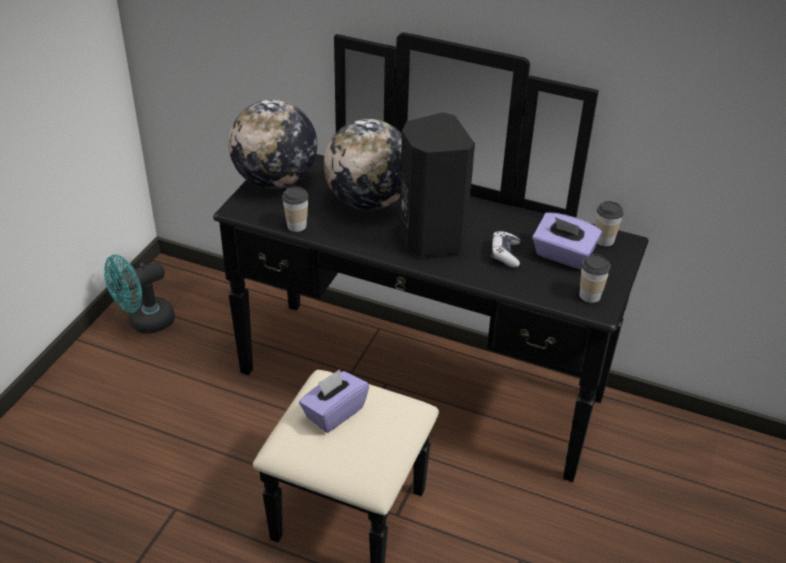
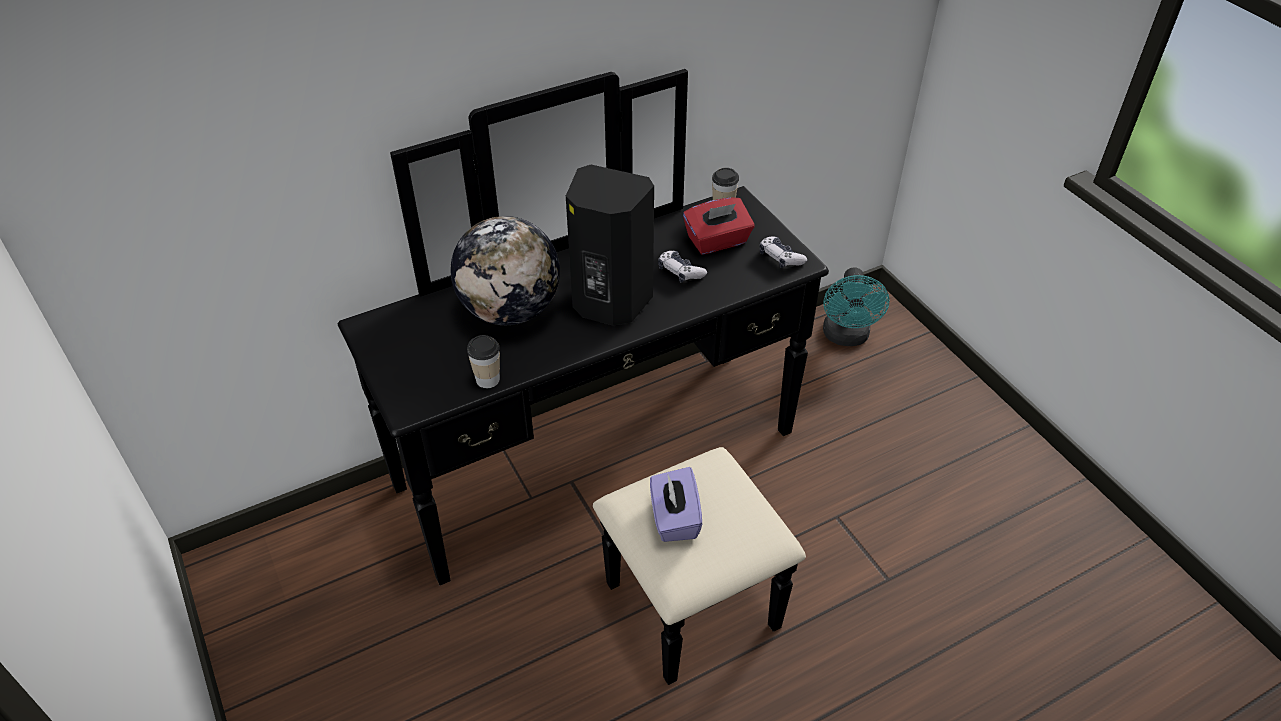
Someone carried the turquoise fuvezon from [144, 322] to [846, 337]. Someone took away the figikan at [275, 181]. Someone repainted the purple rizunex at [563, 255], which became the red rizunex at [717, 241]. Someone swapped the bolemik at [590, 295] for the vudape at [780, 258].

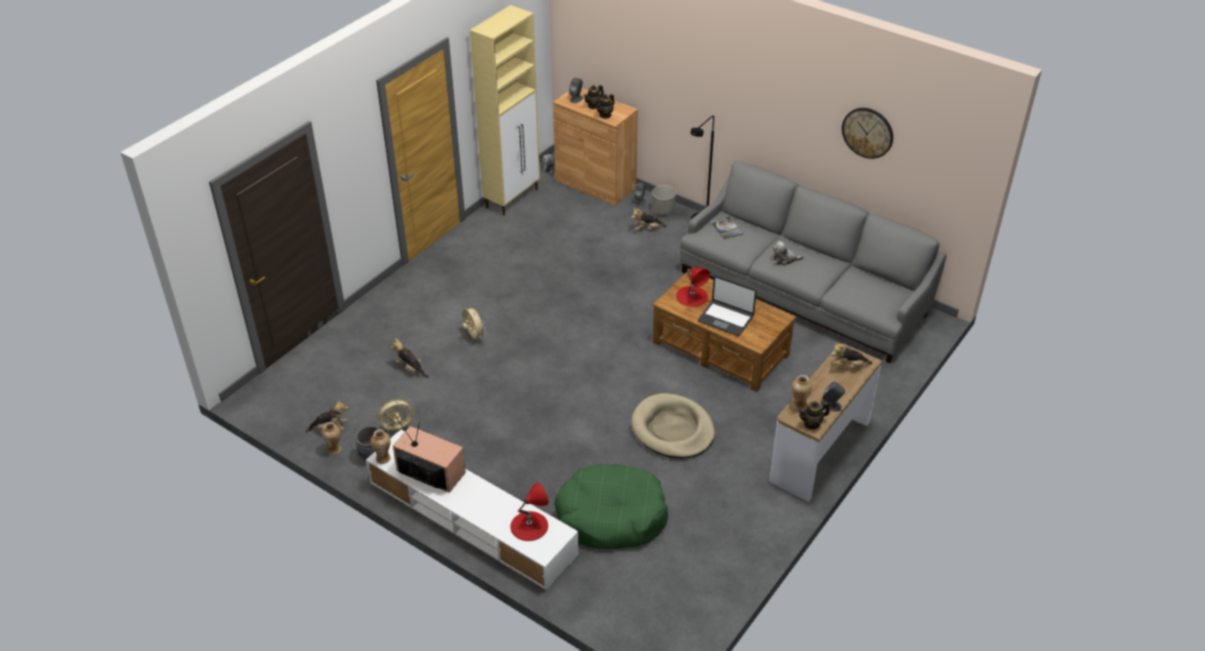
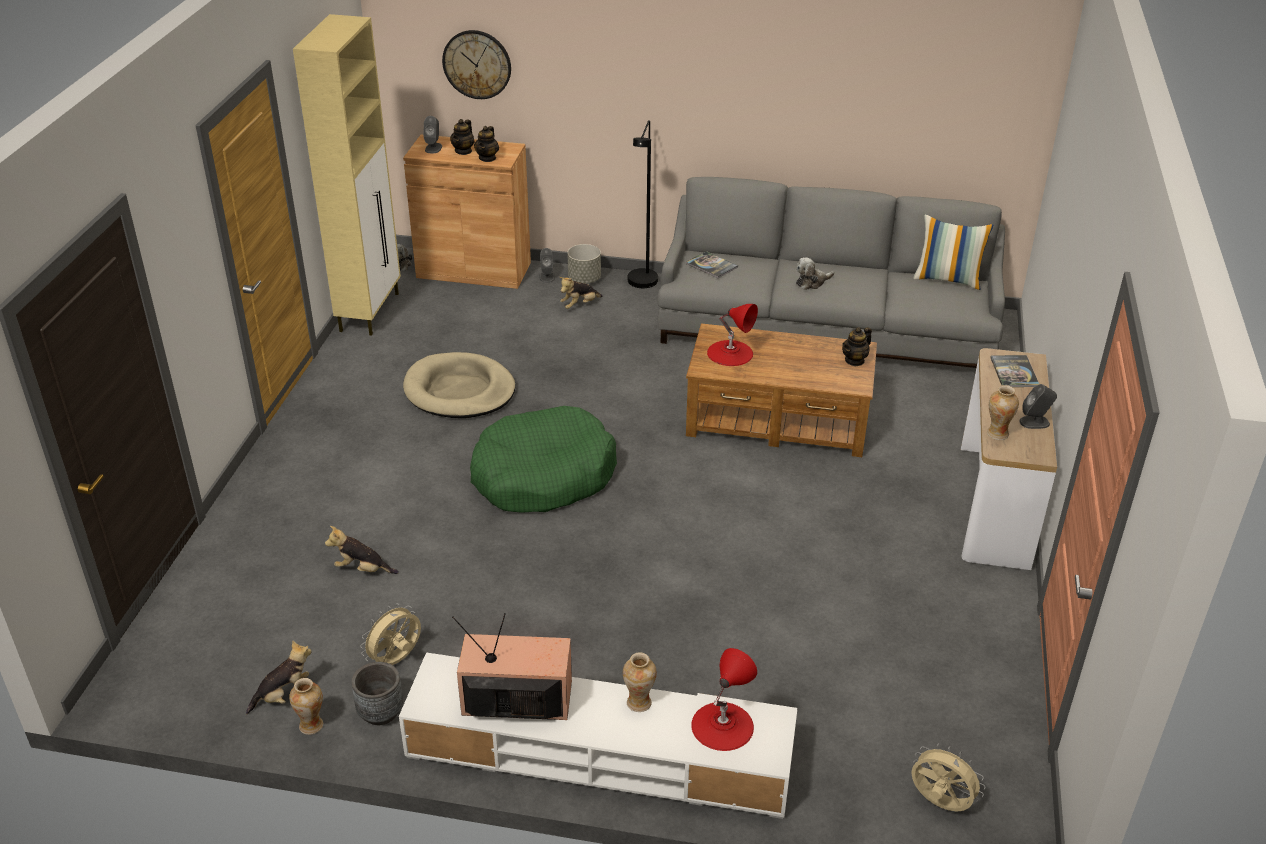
Someone carried the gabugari from [383, 458] to [639, 702]. Someone carried the beige fuvezon from [474, 336] to [939, 804]. Someone carried the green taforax from [611, 516] to [543, 476]. Someone carried the beige taforax from [672, 429] to [459, 391]. Someone took away the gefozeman at [726, 318]. Someone carried the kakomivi from [812, 423] to [854, 360]. Someone swapped the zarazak at [848, 367] for the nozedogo at [1014, 372]. Someone carried the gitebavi from [867, 132] to [477, 64]. Someone put down the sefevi at [948, 279].

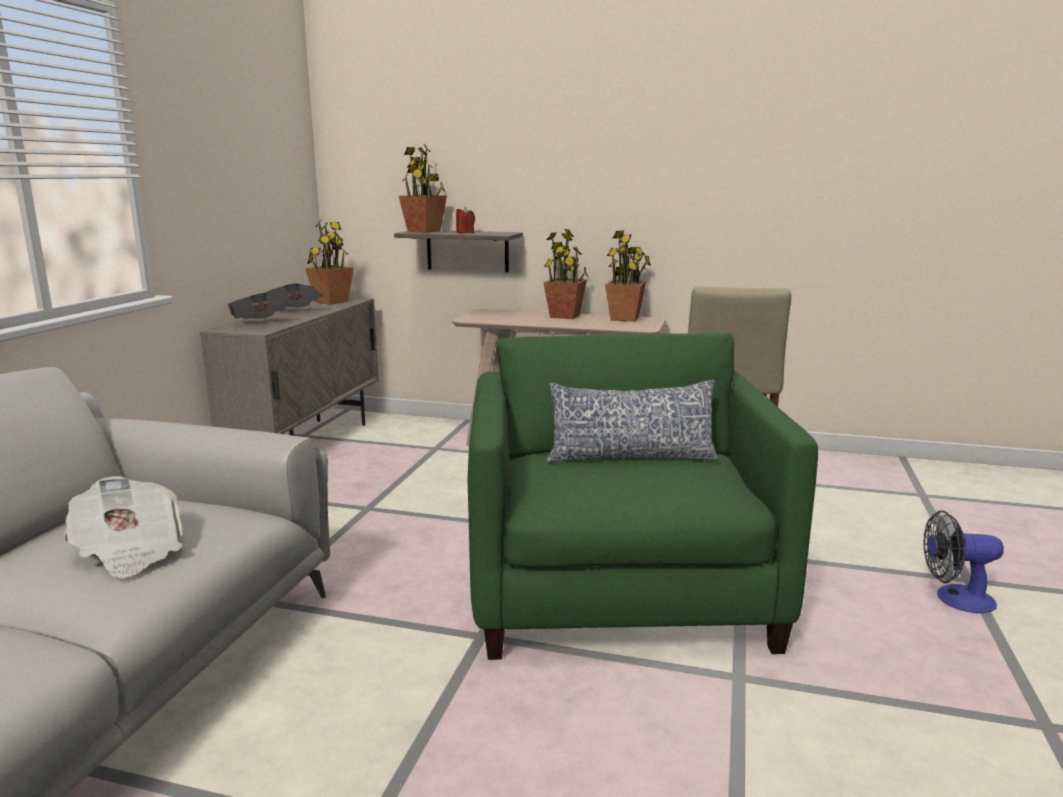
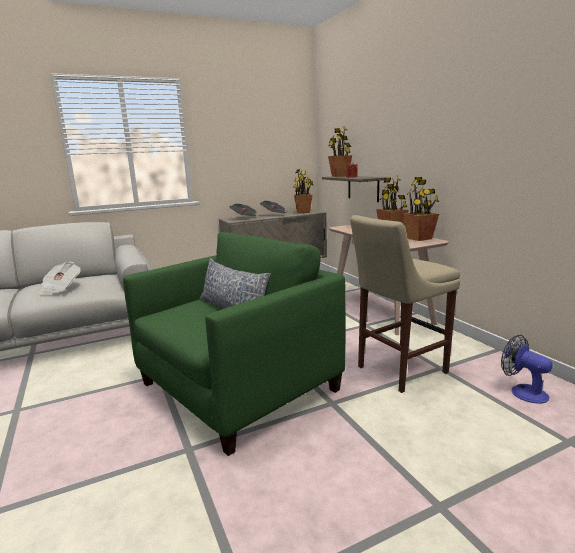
Someone carried the fuvezon from [955, 599] to [523, 391].

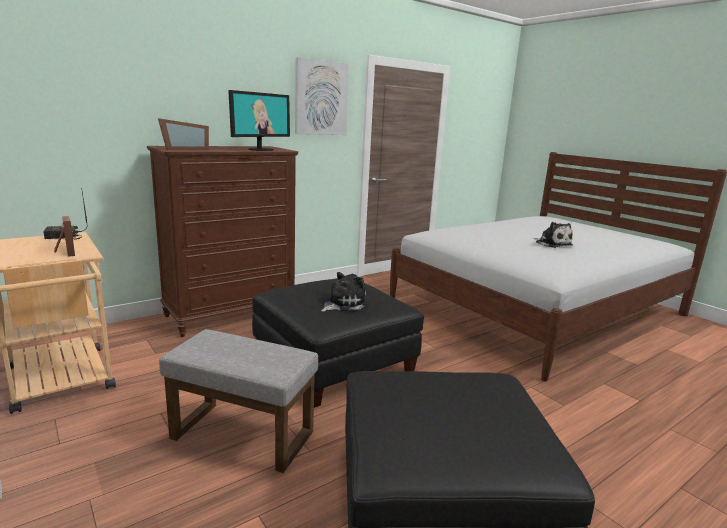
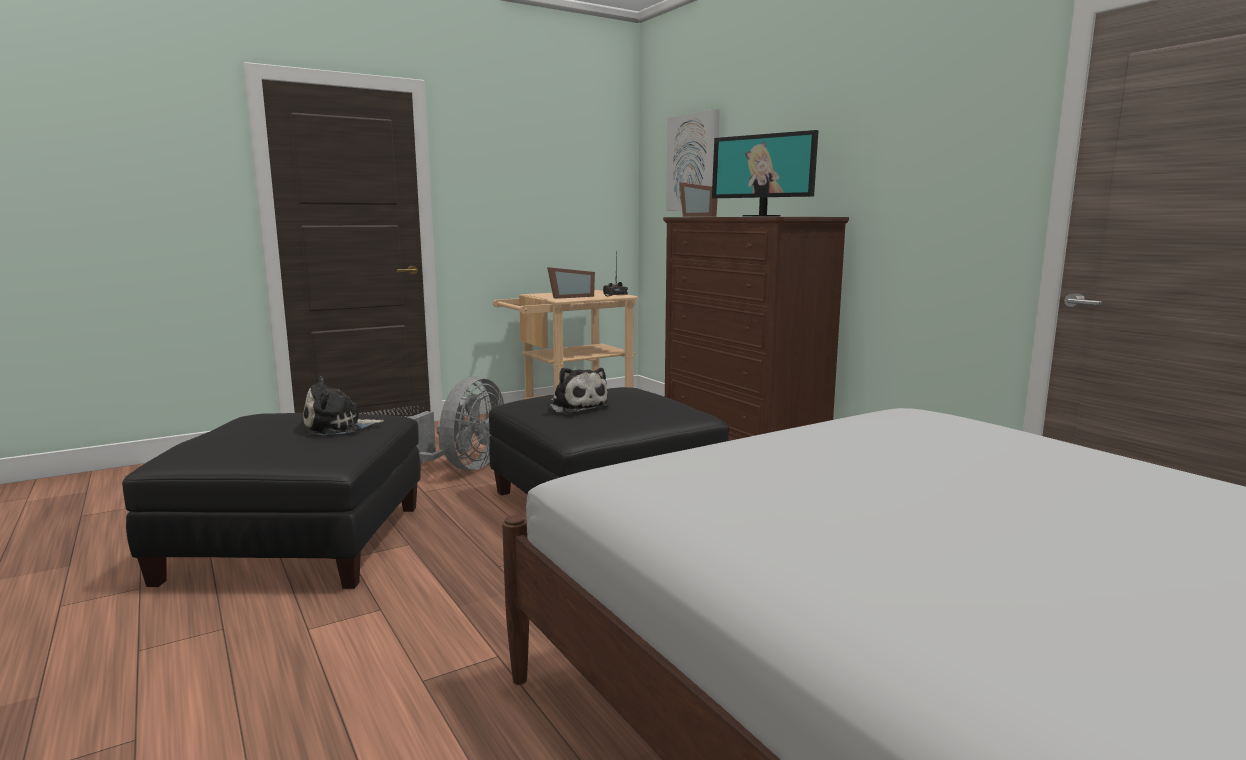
Someone swapped the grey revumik at [240, 435] for the grey fuvezon at [463, 467]. Someone carried the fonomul from [321, 98] to [693, 162]. Someone carried the zarazak from [552, 244] to [338, 427].

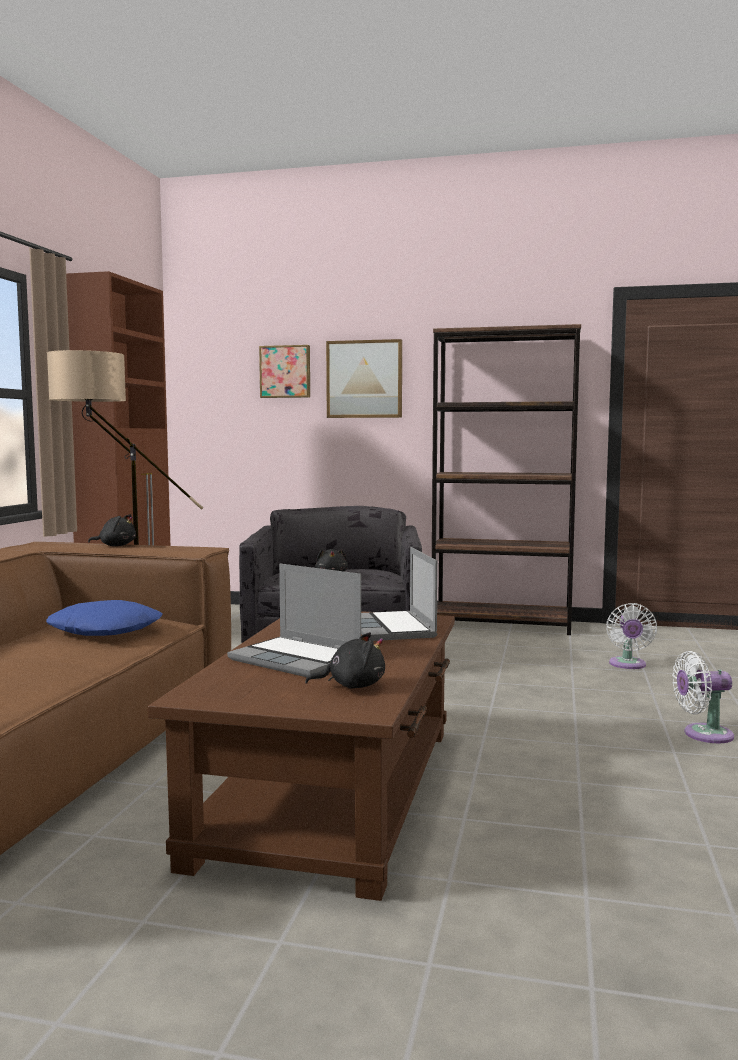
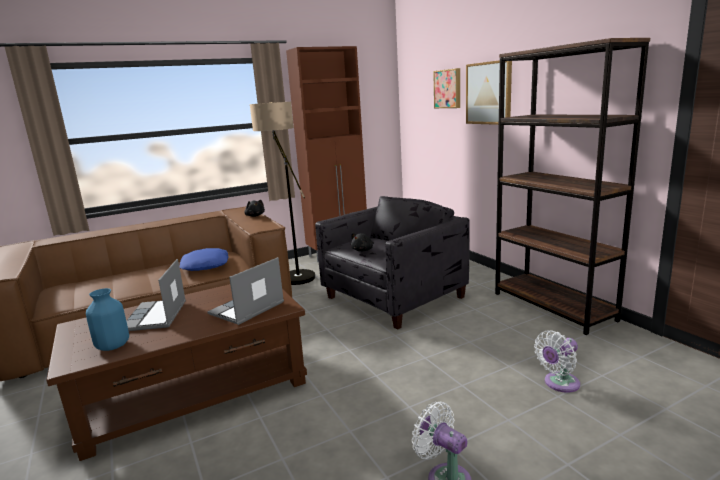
Someone swapped the black zarazak at [352, 686] for the blue gabugari at [113, 345].

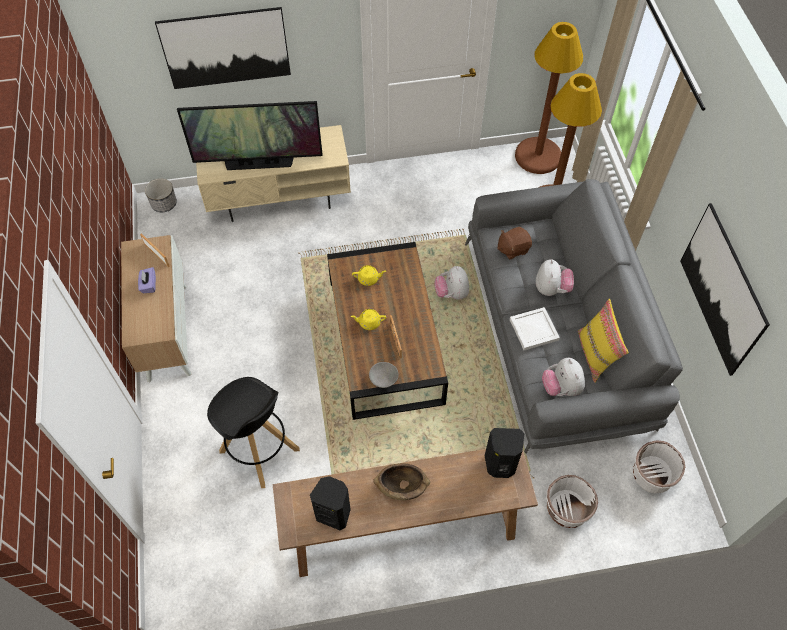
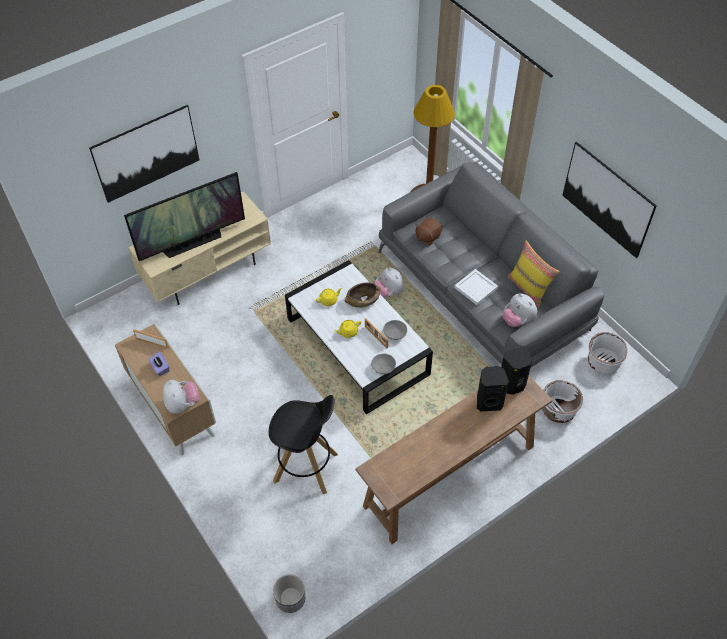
Someone carried the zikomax from [164, 203] to [290, 599]. Someone carried the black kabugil from [334, 513] to [488, 402]. Someone repainted the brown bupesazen at [386, 340], which became the white bupesazen at [358, 346]. Someone carried the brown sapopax from [402, 485] to [363, 300]. Someone took away the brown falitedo at [538, 156]. Someone carried the zarazak from [551, 288] to [182, 404]. Someone put down the grey sapopax at [395, 334].

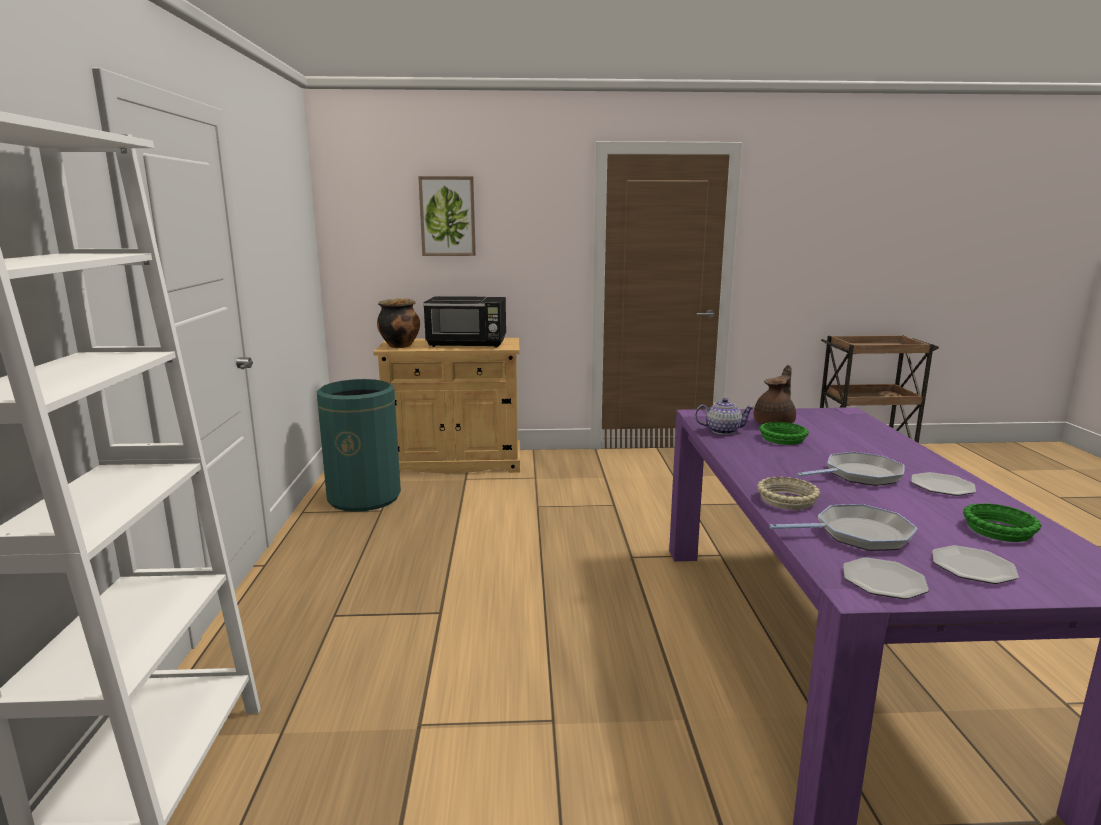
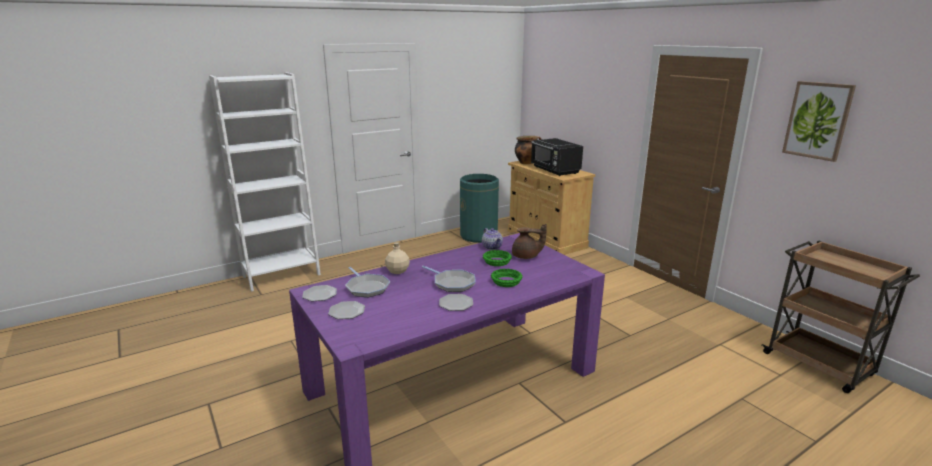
Someone carried the fonomul from [447, 216] to [817, 120]. Someone swapped the beige sapopax at [786, 499] for the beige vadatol at [398, 271]. Someone carried the green sapopax from [998, 529] to [506, 281].

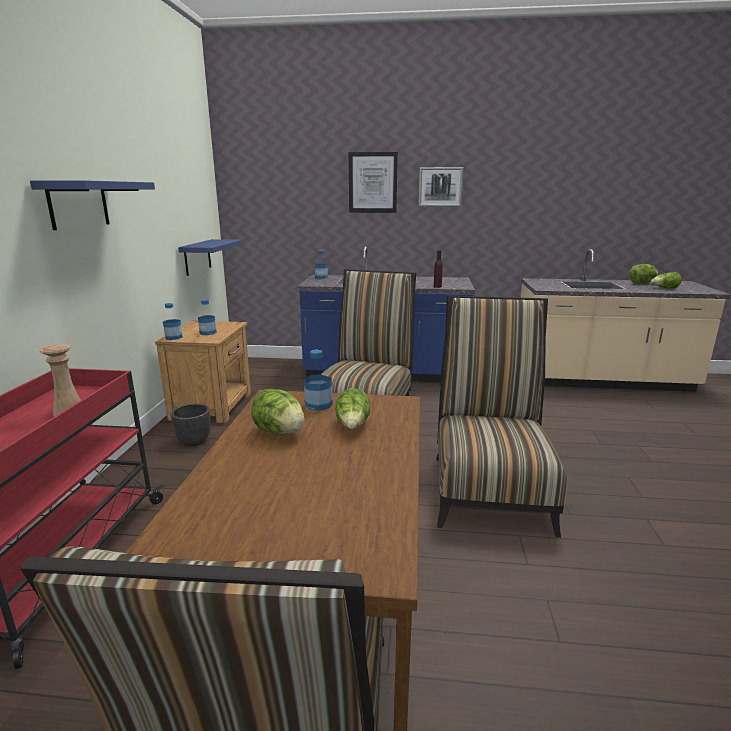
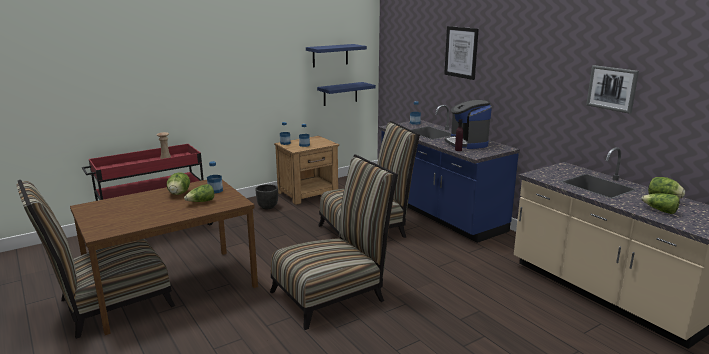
Someone carried the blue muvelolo from [78, 204] to [330, 55]. Someone carried the fonomul from [440, 187] to [612, 88]. Someone put down the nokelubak at [467, 143].

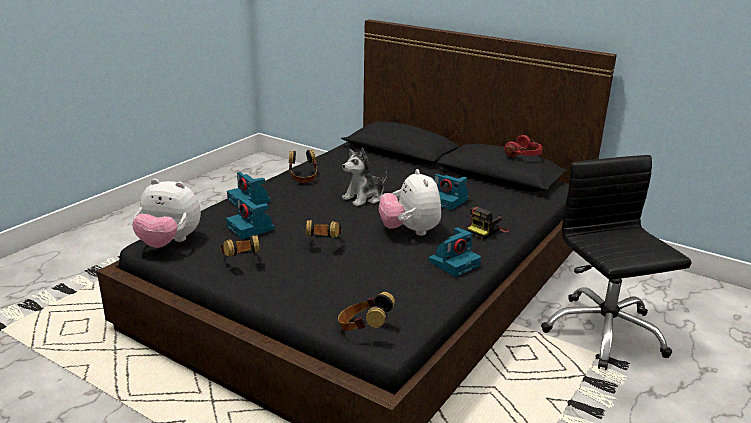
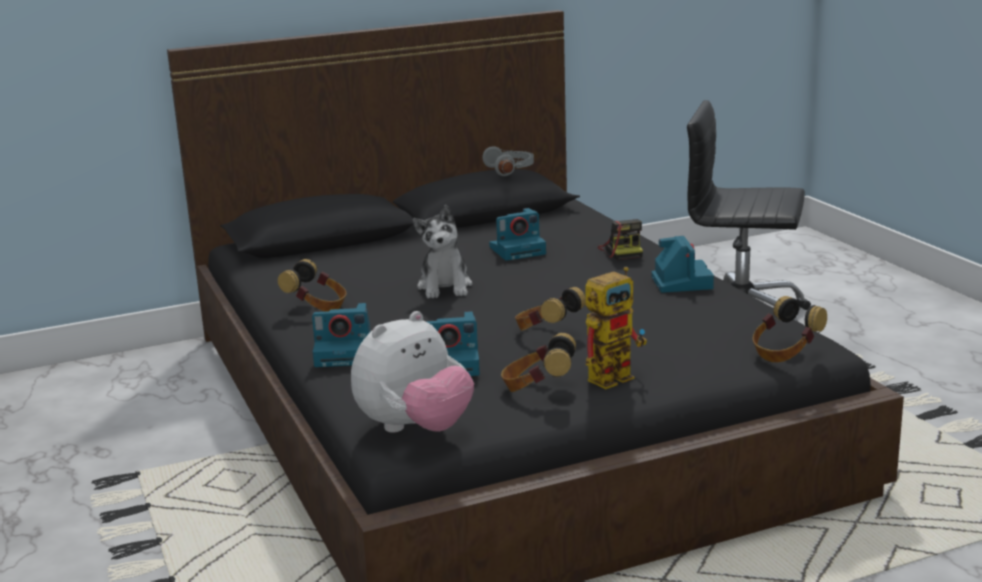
Someone took away the zarazak at [410, 231]. Someone repainted the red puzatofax at [524, 154], which became the grey puzatofax at [510, 170]. Someone put down the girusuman at [615, 375].

